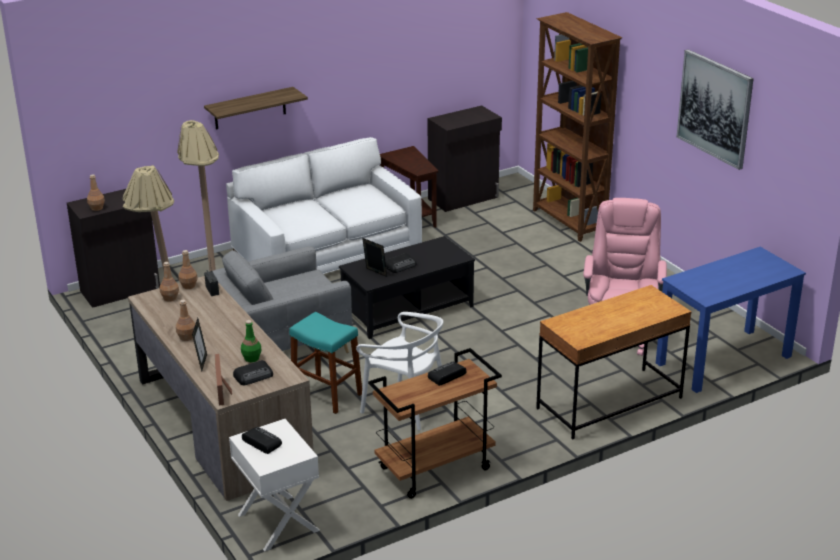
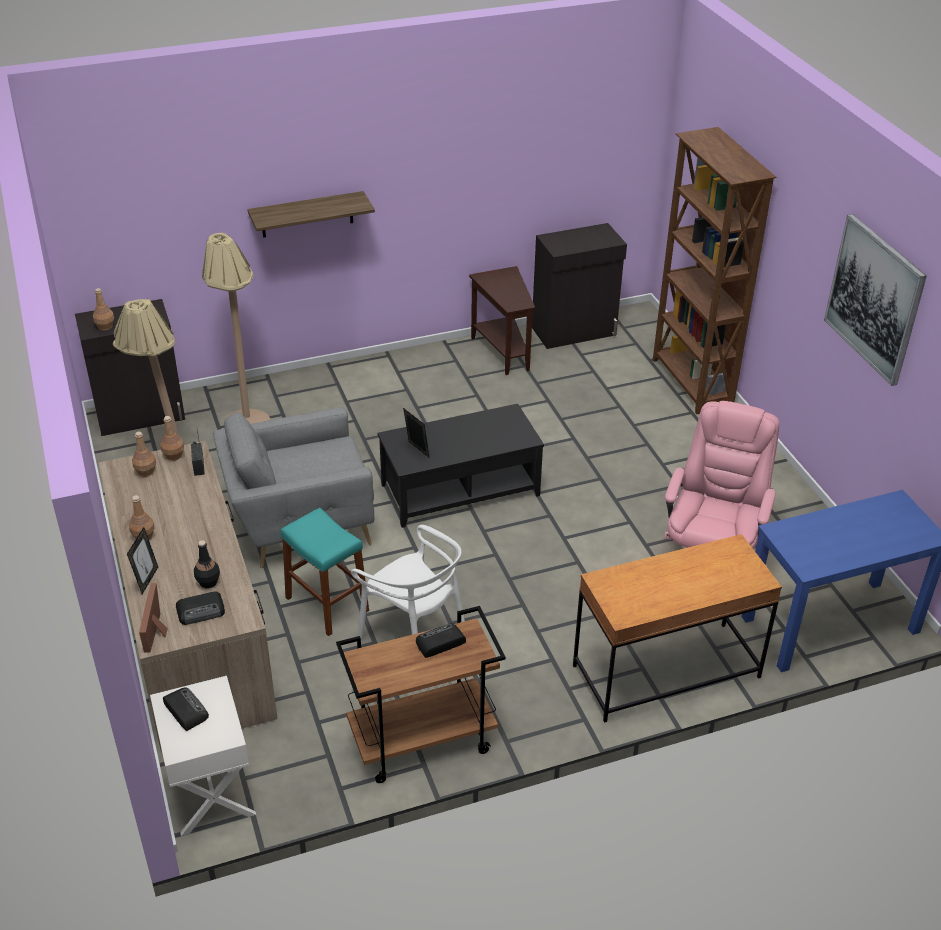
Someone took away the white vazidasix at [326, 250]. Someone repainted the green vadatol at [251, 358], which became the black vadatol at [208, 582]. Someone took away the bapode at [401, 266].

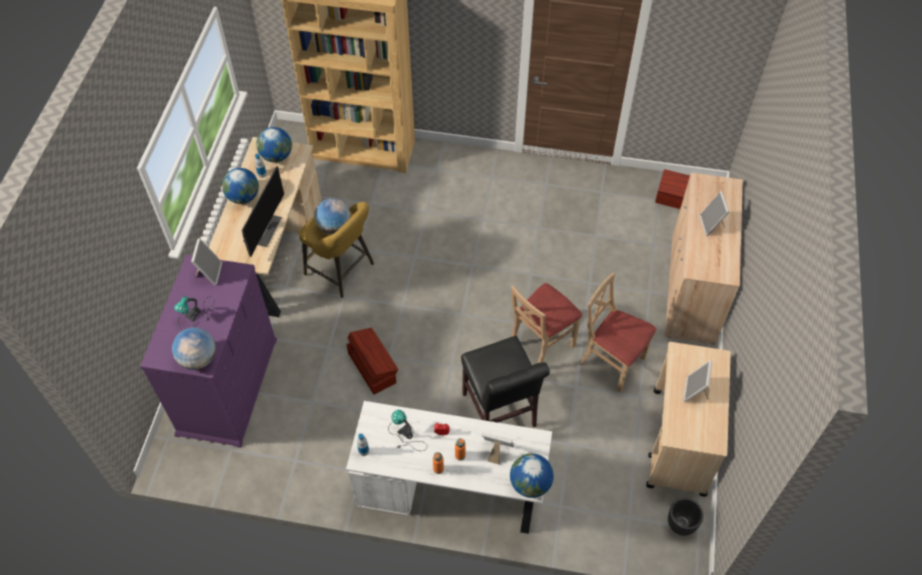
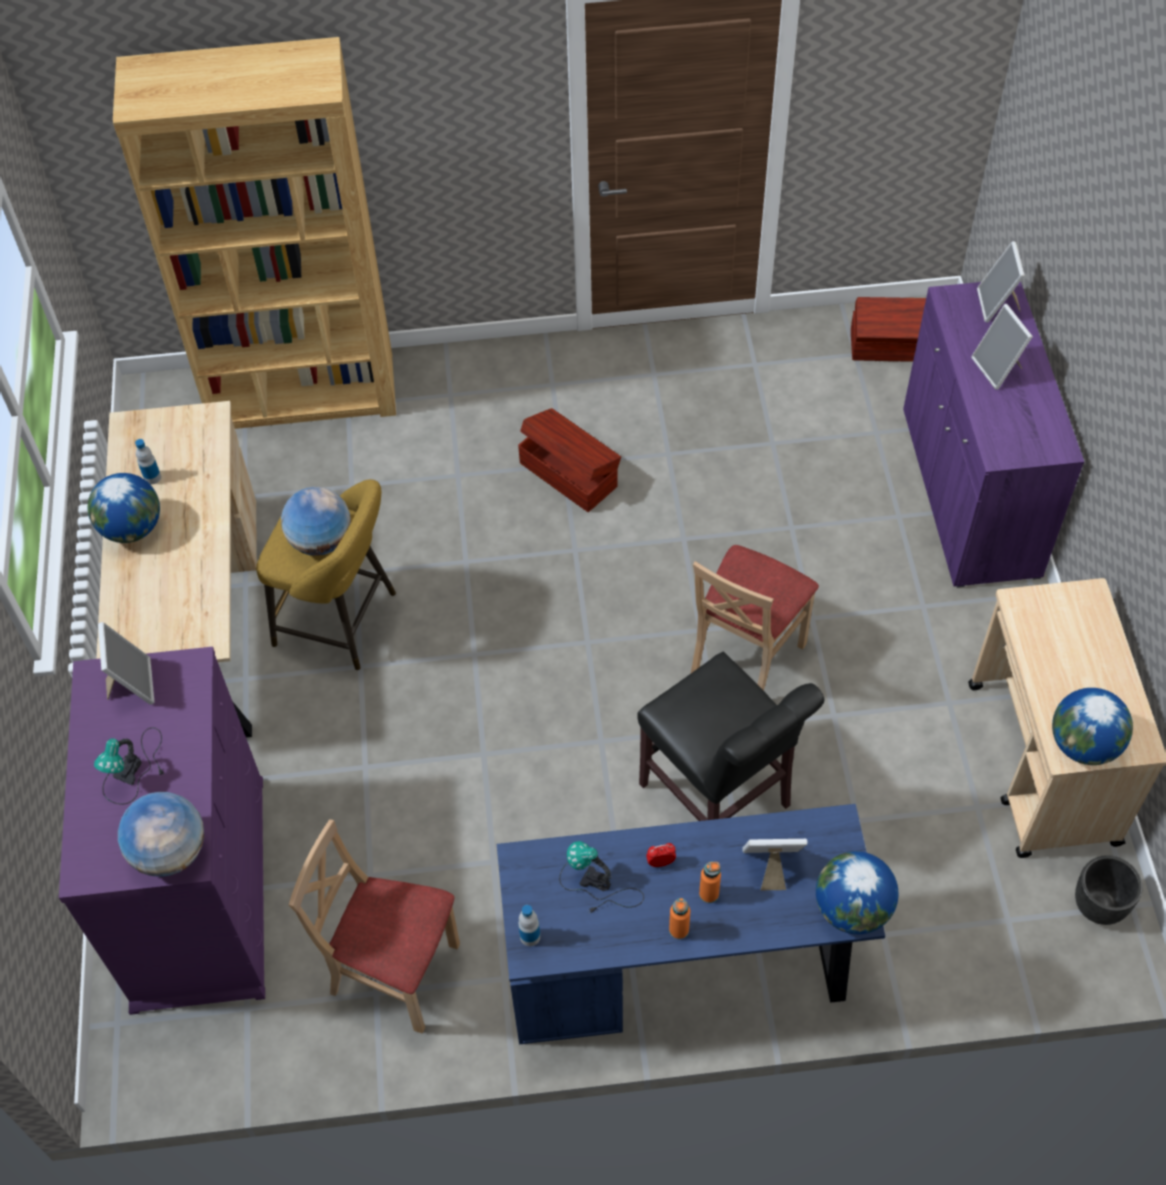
Someone took away the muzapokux at [263, 229]. Someone carried the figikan from [276, 156] to [1084, 745]. Someone carried the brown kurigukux from [372, 367] to [568, 473]. Someone repainted the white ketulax at [451, 491], which became the blue ketulax at [682, 966]. Someone carried the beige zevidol from [611, 362] to [394, 971]. Someone repainted the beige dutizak at [692, 288], which became the purple dutizak at [969, 493]. Someone carried the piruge from [695, 392] to [997, 305].

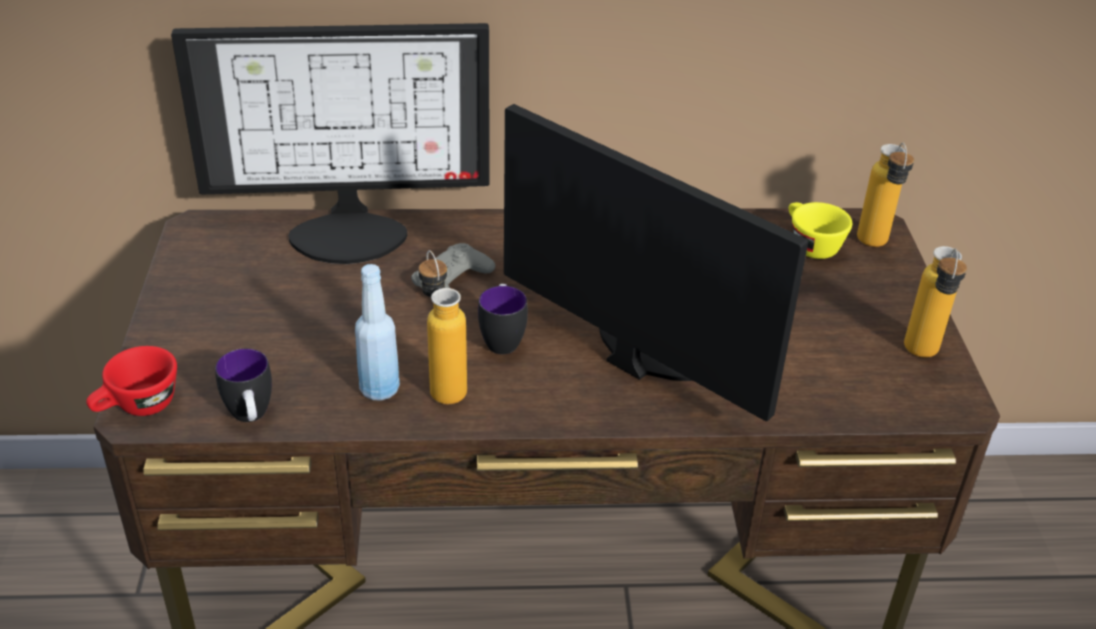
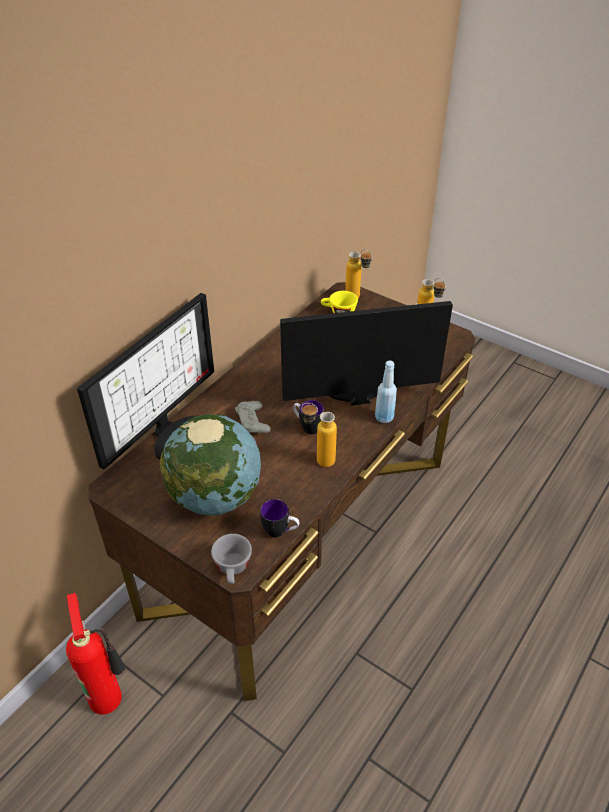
Someone repainted the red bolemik at [138, 407], which became the grey bolemik at [233, 569]. Someone carried the blue vadatol from [379, 389] to [384, 417]. Someone put down the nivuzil at [108, 695]. Someone put down the figikan at [215, 497].

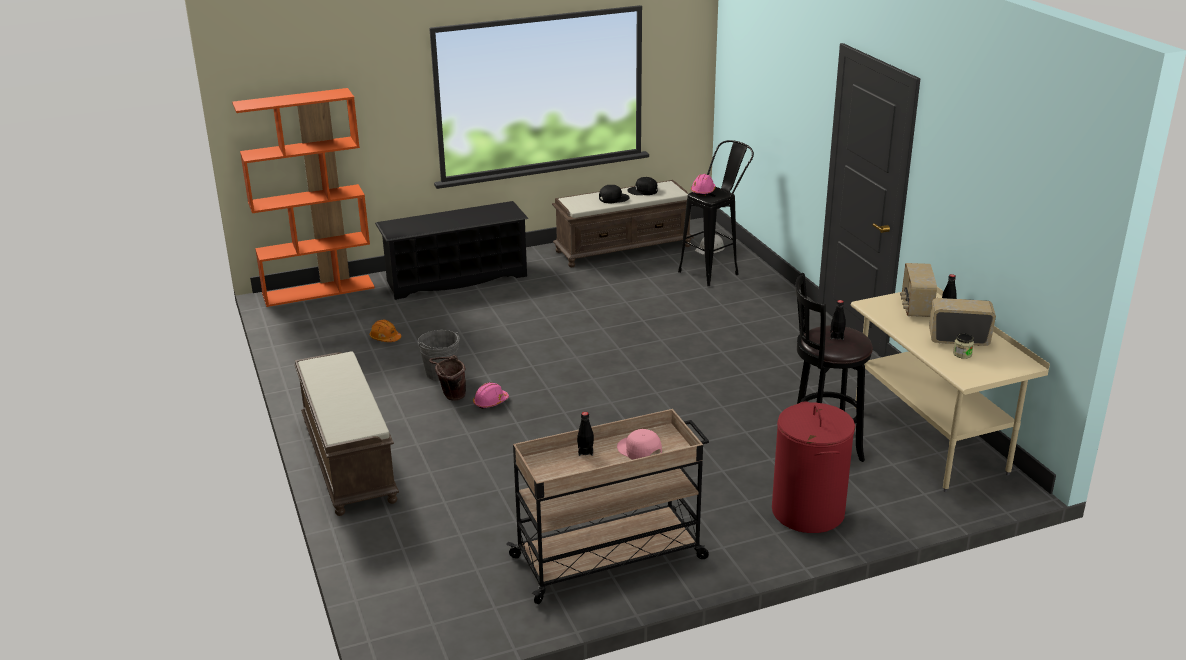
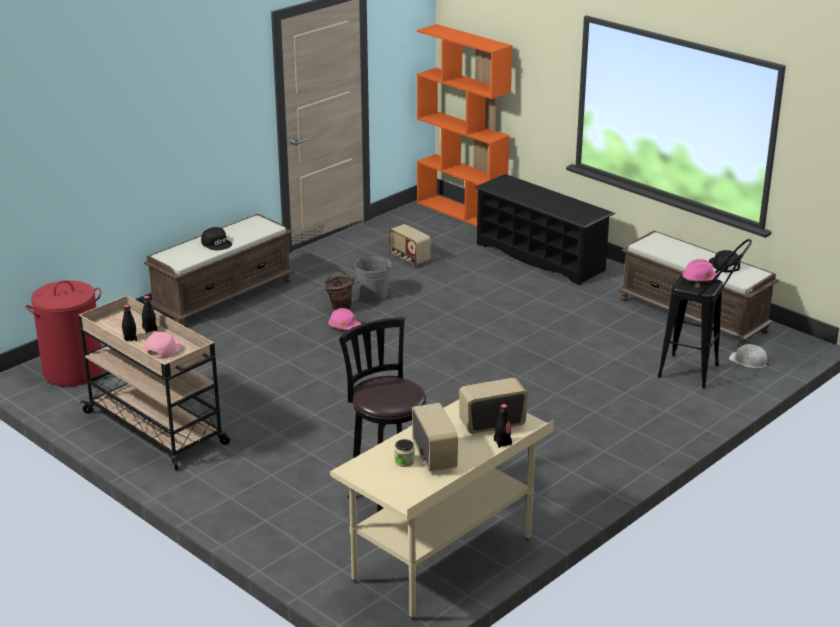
Someone swapped the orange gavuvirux at [385, 338] for the bapode at [409, 258]. Someone carried the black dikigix from [613, 198] to [217, 243]. Someone carried the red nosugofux from [808, 511] to [73, 371]. Someone carried the black vadatol from [837, 336] to [130, 338].

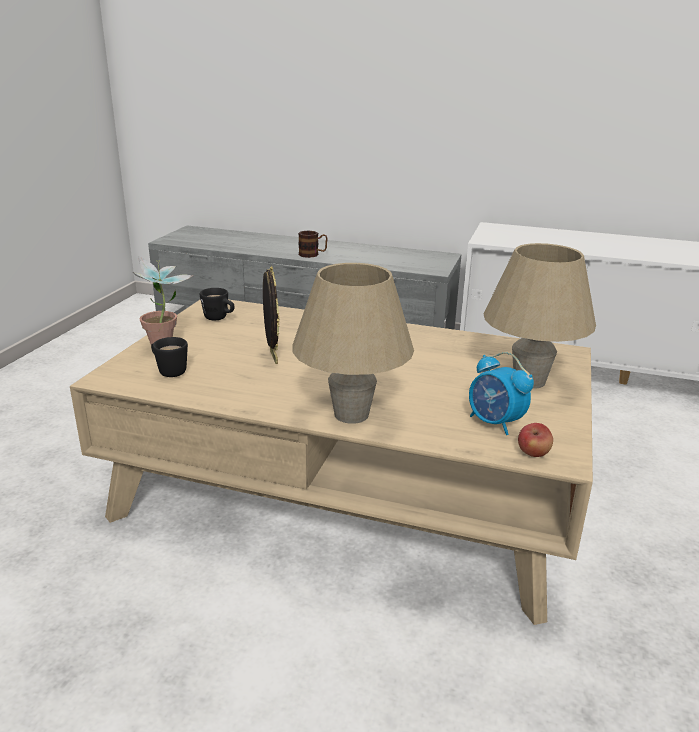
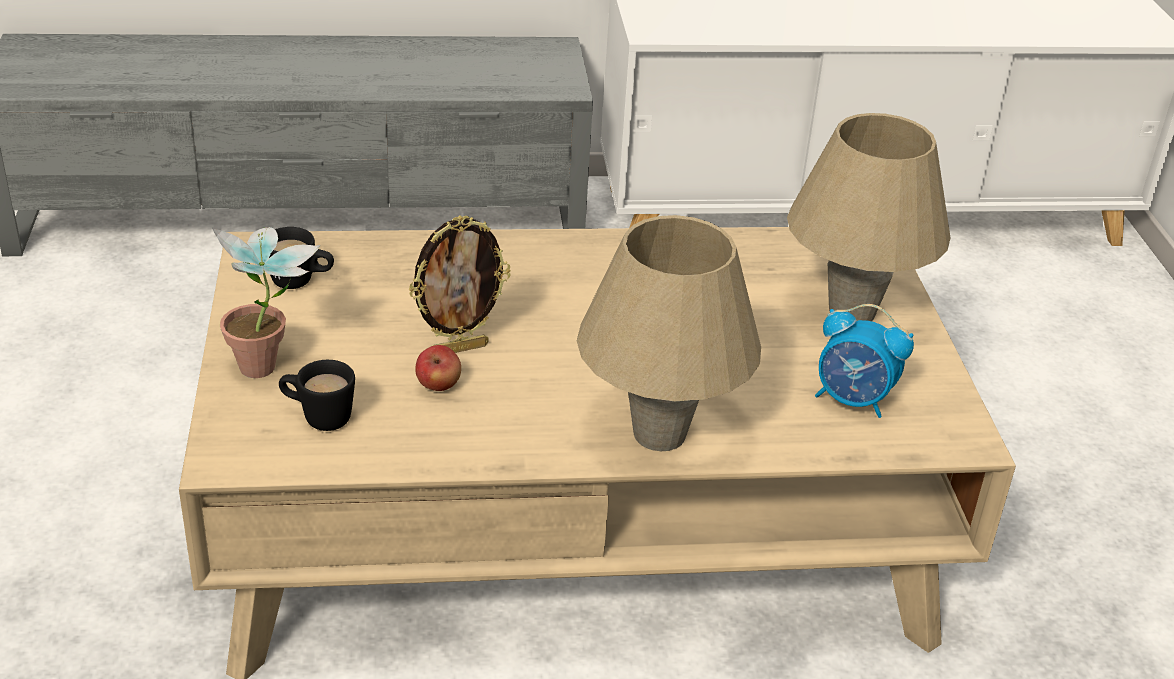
Someone rotated the piruge at [272, 357] by 105 degrees clockwise. Someone took away the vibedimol at [313, 254]. Someone carried the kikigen from [533, 453] to [438, 385].

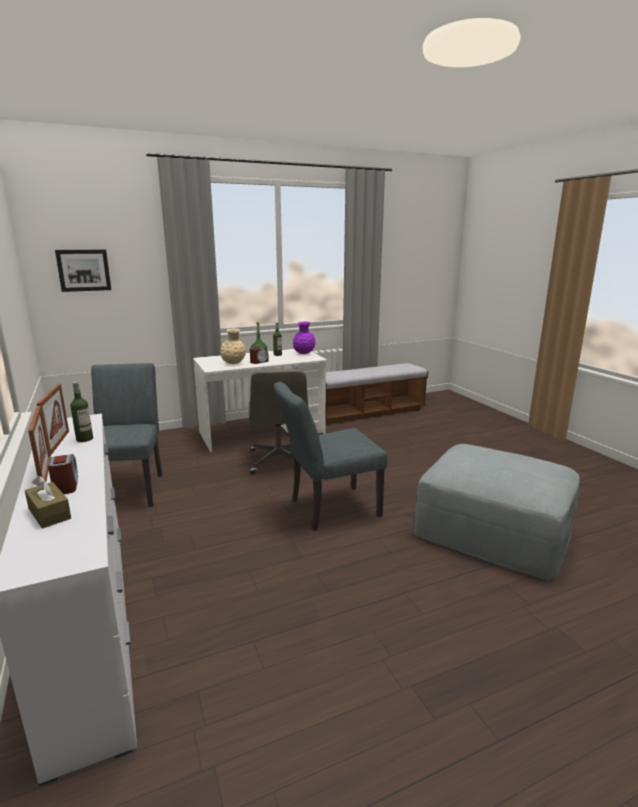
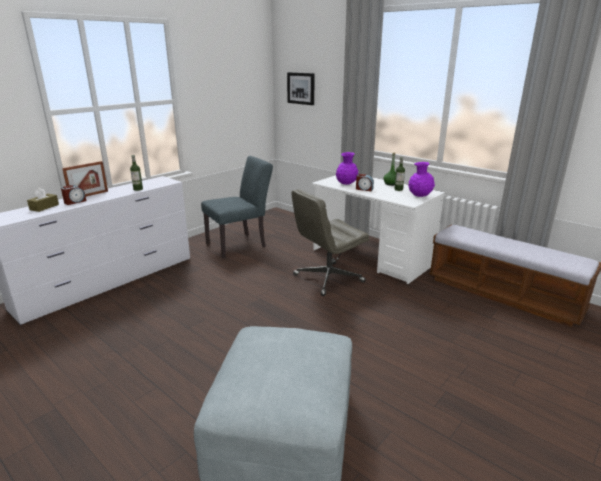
Someone took away the piruge at [58, 443]. Someone repainted the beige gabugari at [233, 363], which became the purple gabugari at [346, 184]. Someone took away the grey zevidol at [328, 509].

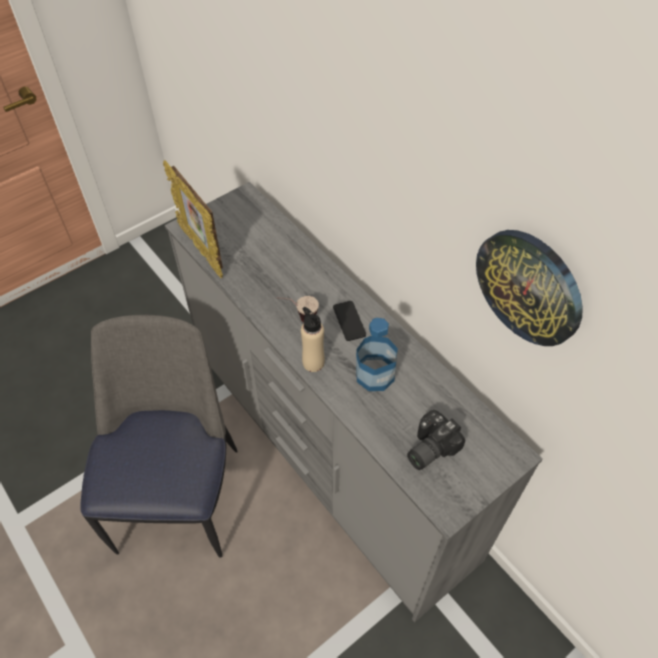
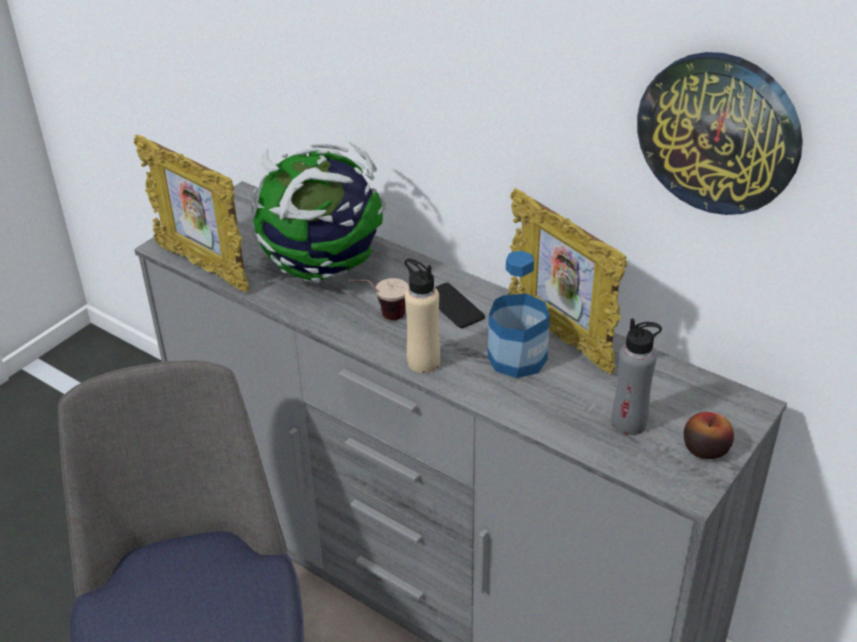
Someone swapped the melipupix at [428, 447] for the grey vadatol at [629, 423]. Someone put down the figikan at [324, 269]. Someone put down the piruge at [560, 337]. Someone put down the kikigen at [705, 449].

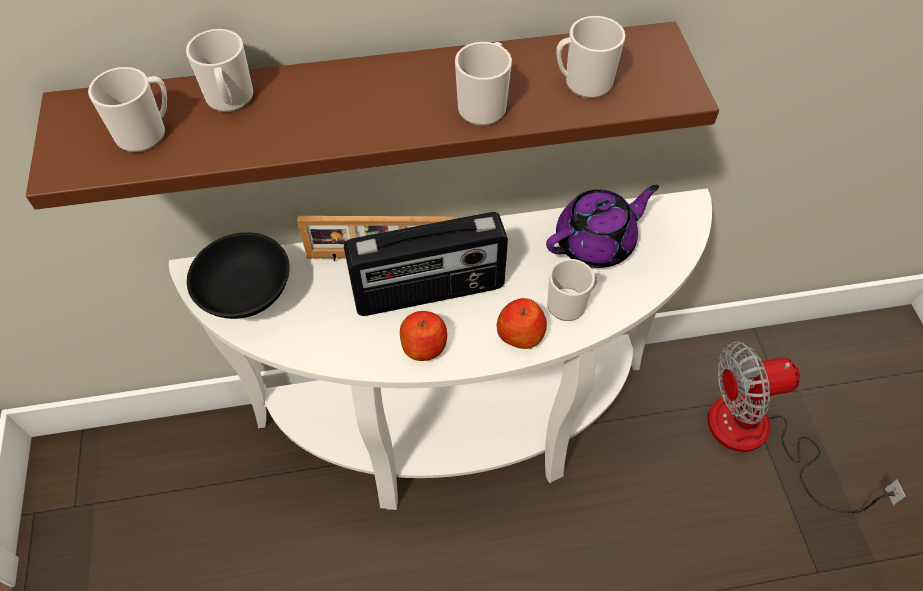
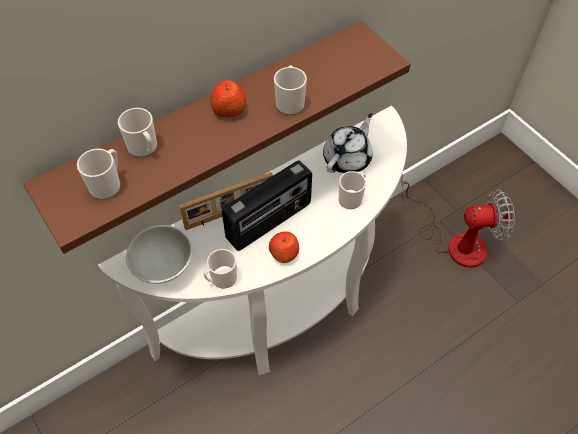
Someone repainted the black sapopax at [248, 301], which became the white sapopax at [164, 269]. Someone carried the kikigen from [520, 334] to [229, 109]. Someone repainted the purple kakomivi at [596, 243], which became the white kakomivi at [348, 158]. Someone carried the vibedimol from [583, 83] to [221, 279]. Someone rotated the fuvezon at [759, 438] by 150 degrees counterclockwise.

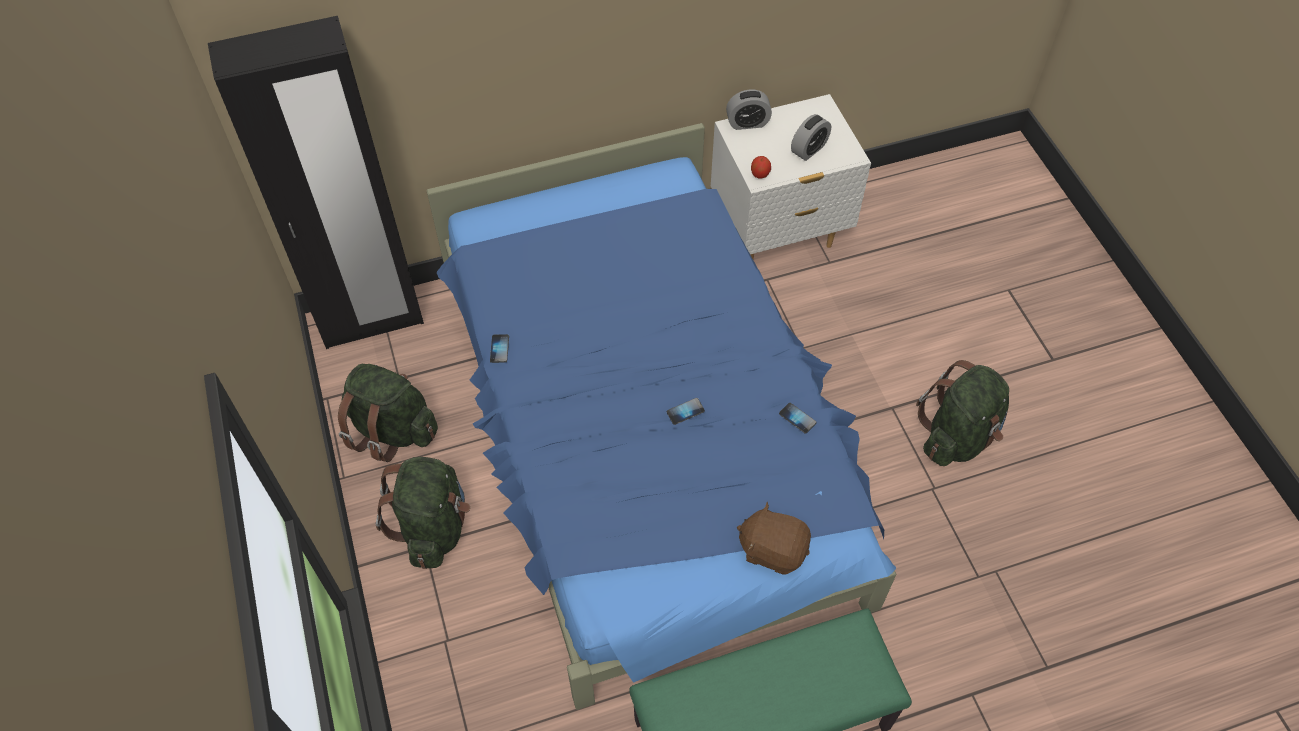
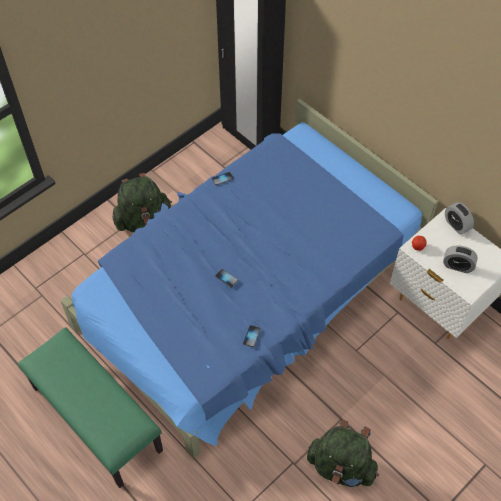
Someone took away the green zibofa at [392, 430]. Someone took away the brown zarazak at [773, 549].

